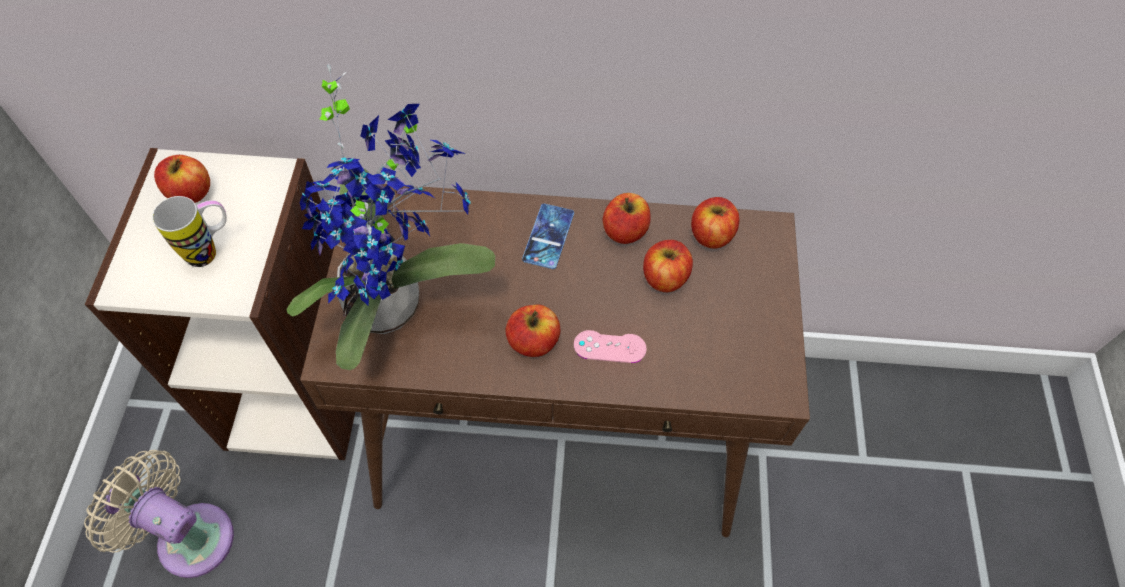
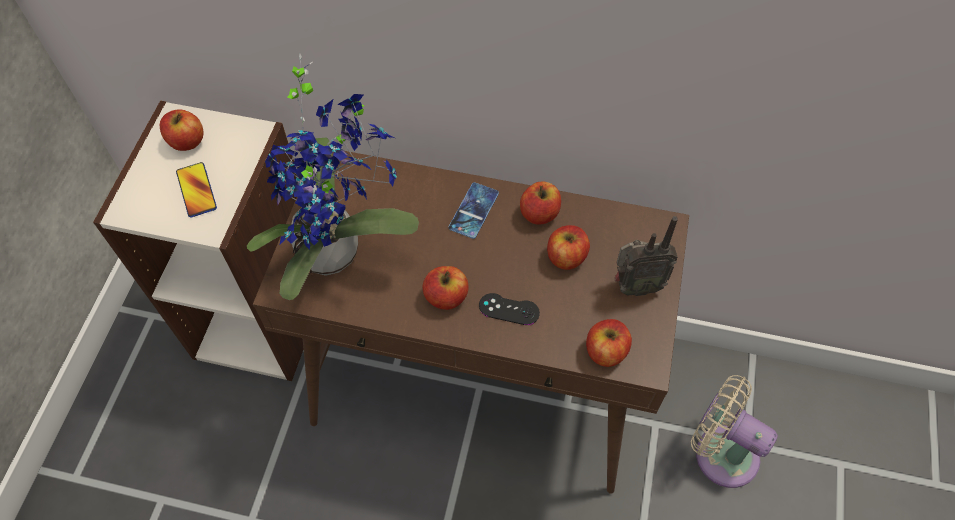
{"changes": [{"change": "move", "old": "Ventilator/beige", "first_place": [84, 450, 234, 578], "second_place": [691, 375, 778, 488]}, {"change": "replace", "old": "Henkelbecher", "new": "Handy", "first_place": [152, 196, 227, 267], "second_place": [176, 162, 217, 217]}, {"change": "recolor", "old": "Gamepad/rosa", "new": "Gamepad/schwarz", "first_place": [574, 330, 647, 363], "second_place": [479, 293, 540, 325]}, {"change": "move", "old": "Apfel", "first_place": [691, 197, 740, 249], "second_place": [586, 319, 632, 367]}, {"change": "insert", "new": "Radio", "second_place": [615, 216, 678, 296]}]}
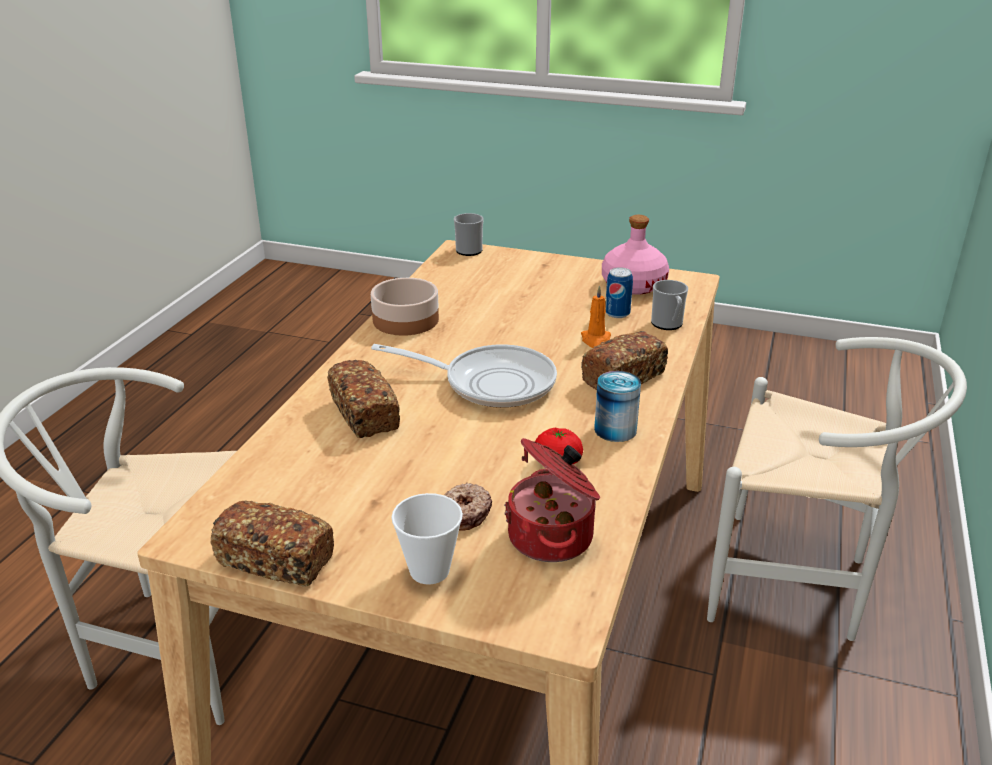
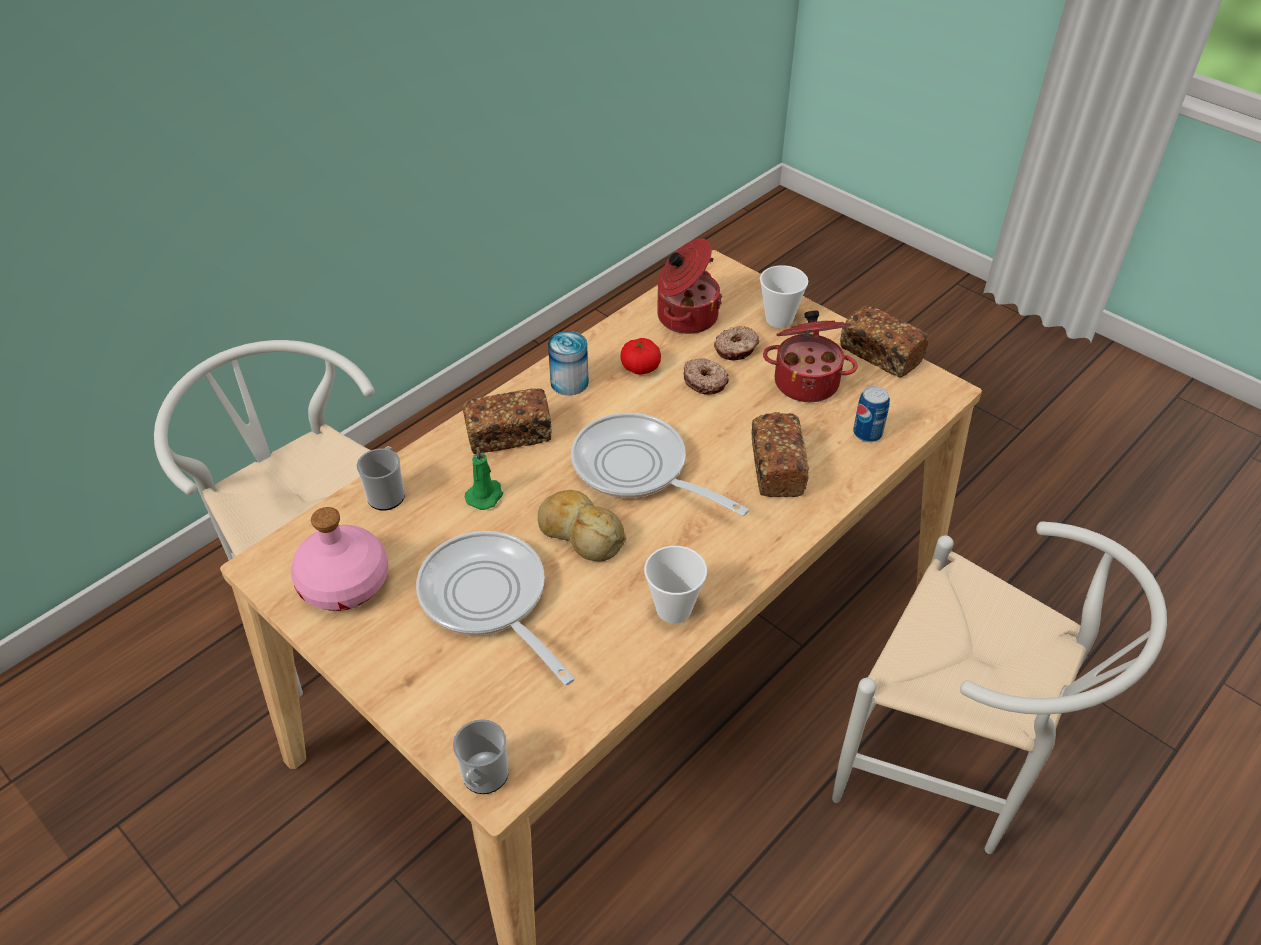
{"changes": [{"change": "replace", "old": "Schüssel", "new": "Tasse", "first_place": [371, 278, 439, 336], "second_place": [644, 546, 707, 624]}, {"change": "recolor", "old": "Kerze/orange", "new": "Kerze/grün", "first_place": [581, 285, 611, 348], "second_place": [464, 448, 503, 510]}, {"change": "move", "old": "Dose", "first_place": [605, 267, 633, 318], "second_place": [853, 386, 890, 442]}, {"change": "insert", "new": "Pfanne", "second_place": [416, 531, 575, 685]}, {"change": "insert", "new": "Brot", "second_place": [538, 490, 626, 561]}, {"change": "insert", "new": "Donut", "second_place": [683, 358, 729, 395]}, {"change": "insert", "new": "Kochtopf", "second_place": [763, 311, 858, 402]}]}
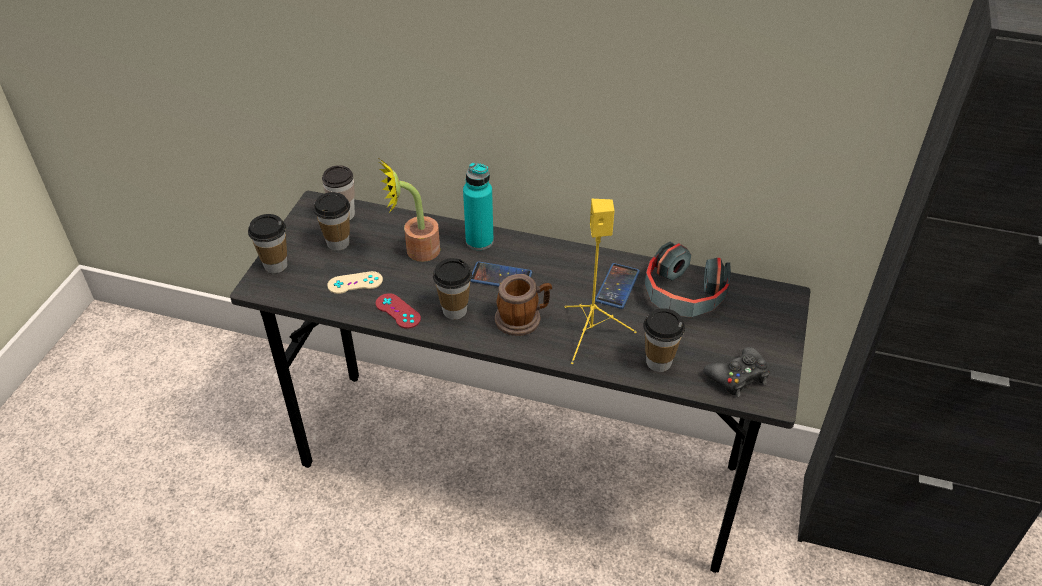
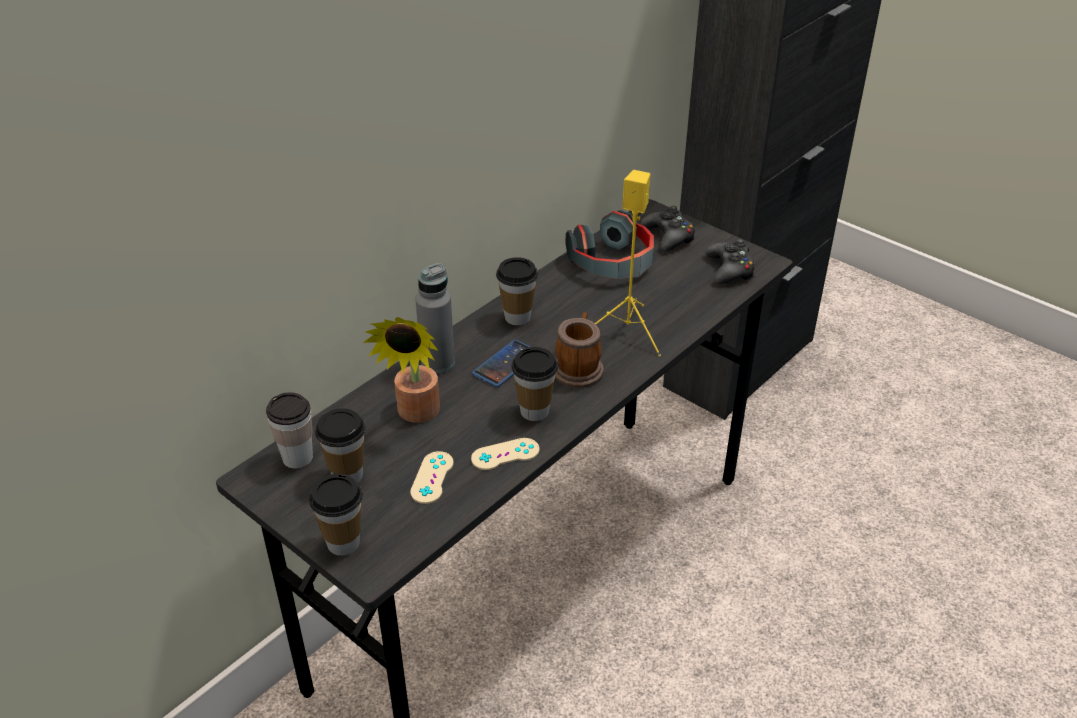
{"changes": [{"change": "recolor", "old": "Gamepad/rot", "new": "Gamepad/beige", "first_place": [376, 293, 421, 329], "second_place": [471, 438, 539, 470]}, {"change": "recolor", "old": "Flasche/türkis", "new": "Flasche/grau", "first_place": [463, 162, 494, 250], "second_place": [415, 263, 455, 373]}, {"change": "delete", "old": "Handy", "first_place": [595, 263, 640, 309]}, {"change": "move", "old": "Tasse", "first_place": [643, 308, 685, 372], "second_place": [496, 257, 538, 325]}, {"change": "insert", "new": "Gamepad/schwarz", "second_place": [641, 206, 695, 251]}]}
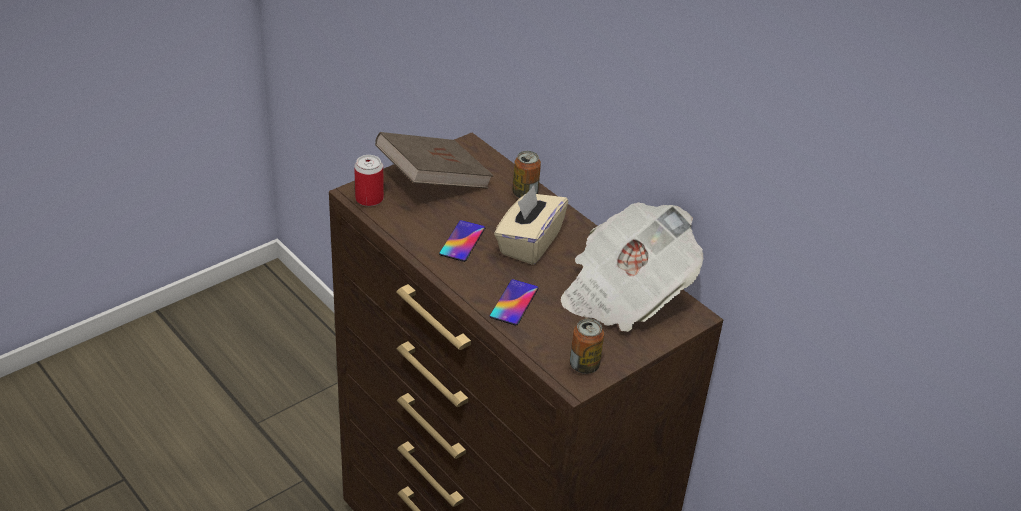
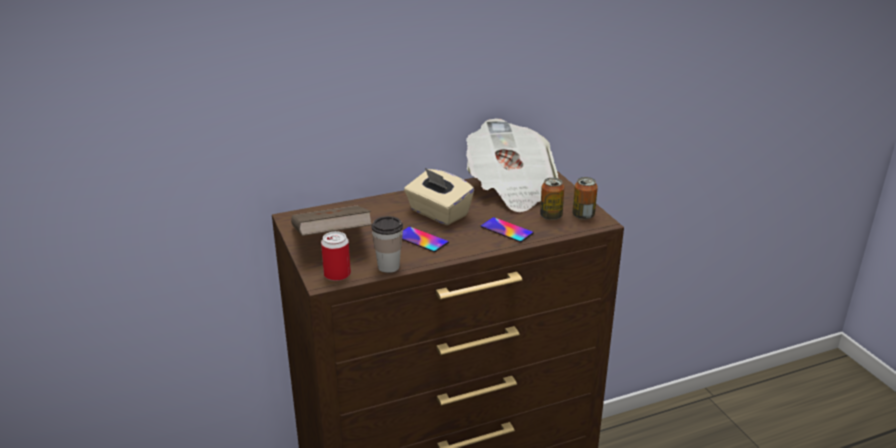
{"changes": [{"change": "move", "old": "Dose", "first_place": [513, 151, 541, 198], "second_place": [540, 178, 564, 220]}, {"change": "insert", "new": "Tasse", "second_place": [371, 216, 403, 273]}]}
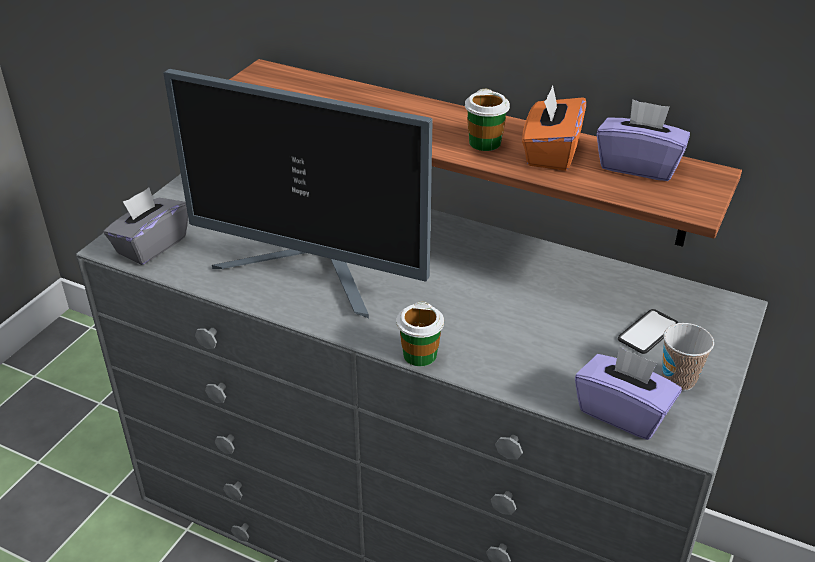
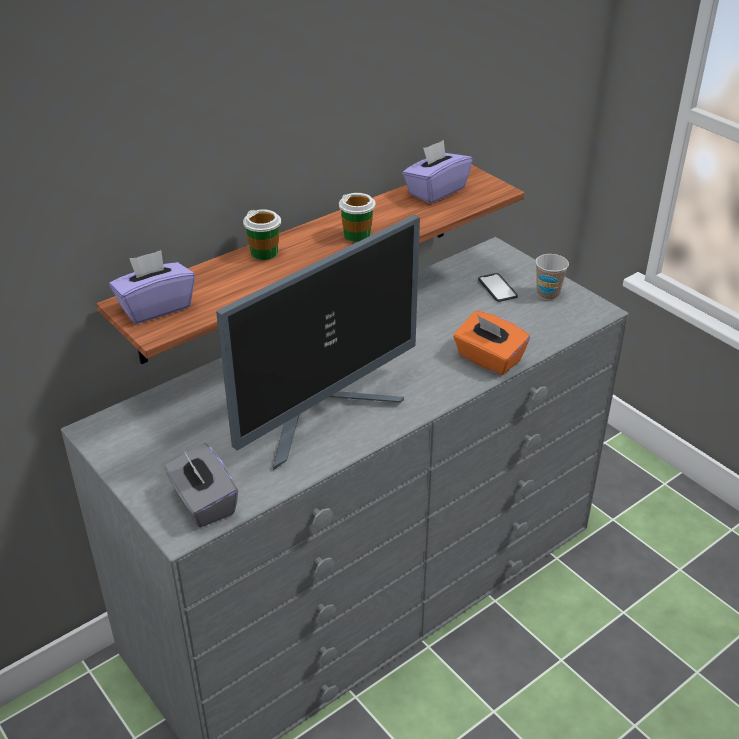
{"changes": [{"change": "move", "old": "Tasse", "first_place": [397, 302, 444, 366], "second_place": [243, 209, 281, 260]}, {"change": "move", "old": "Taschentuchbox/orange", "first_place": [522, 85, 586, 171], "second_place": [453, 311, 530, 375]}, {"change": "move", "old": "Taschentuchbox/lila", "first_place": [575, 346, 682, 440], "second_place": [109, 250, 195, 324]}]}
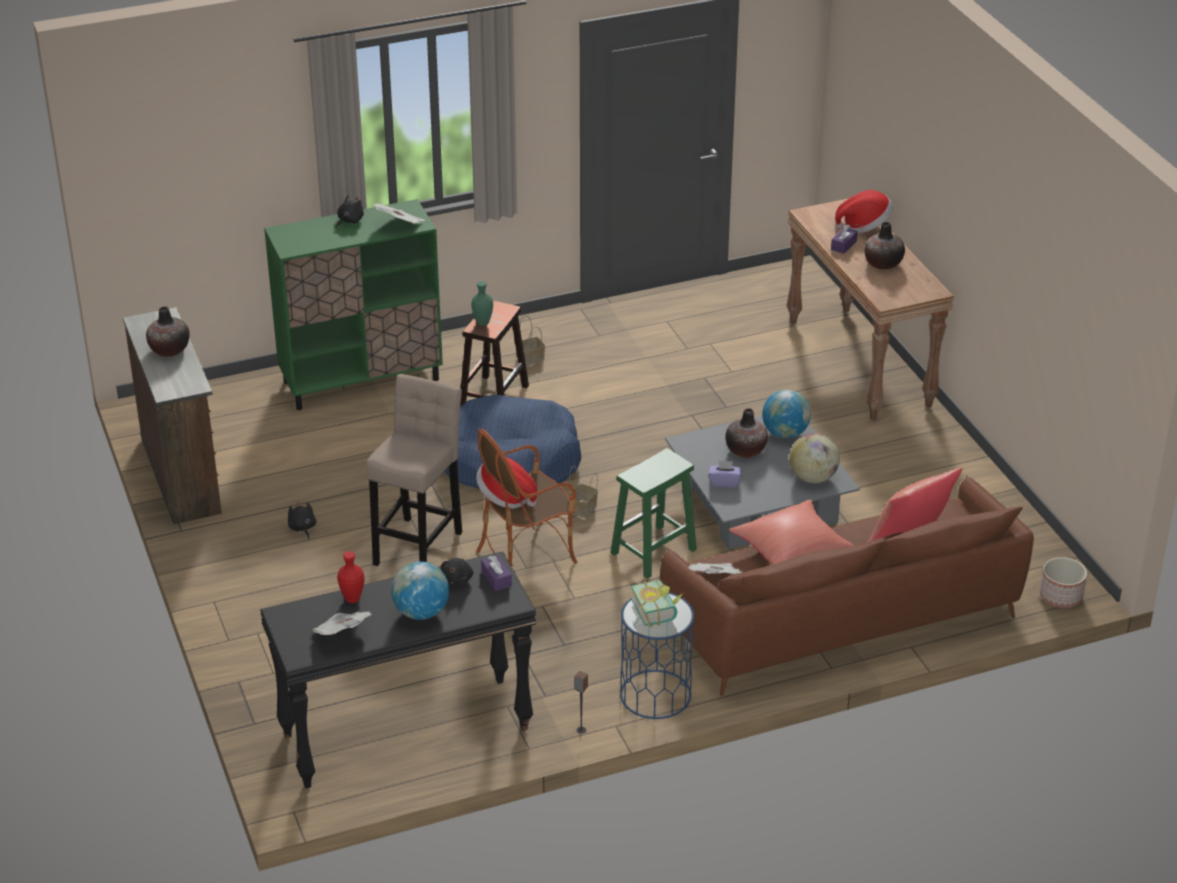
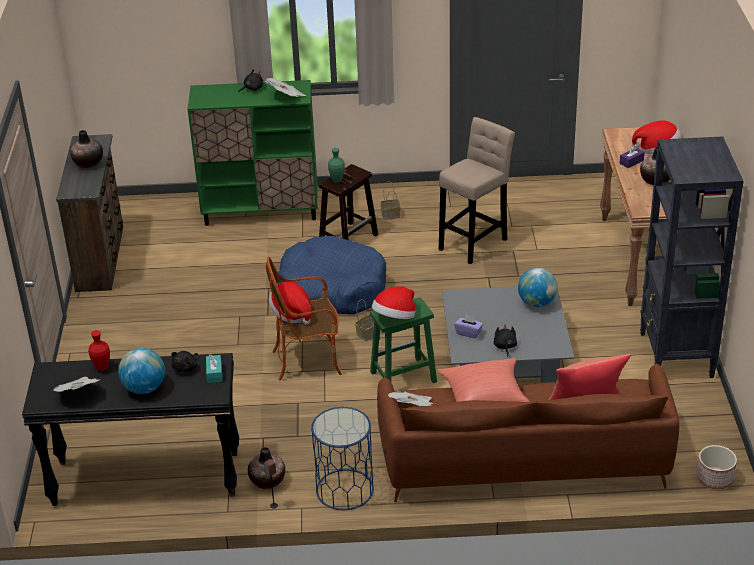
{"changes": [{"change": "move", "old": "Plüschtier/schwarz", "first_place": [288, 502, 316, 540], "second_place": [494, 325, 517, 357]}, {"change": "move", "old": "Hocker/beige", "first_place": [367, 374, 462, 566], "second_place": [439, 117, 515, 264]}, {"change": "recolor", "old": "Taschentuchbox/lila", "new": "Taschentuchbox/türkis", "first_place": [481, 555, 512, 591], "second_place": [206, 354, 222, 383]}, {"change": "delete", "old": "Buch", "first_place": [631, 580, 685, 627]}, {"change": "move", "old": "Vase", "first_place": [725, 408, 768, 458], "second_place": [248, 447, 285, 489]}, {"change": "delete", "old": "Globus", "first_place": [789, 433, 840, 483]}, {"change": "insert", "new": "Hut", "second_place": [372, 286, 415, 319]}, {"change": "insert", "new": "Bücherregal/schwarz", "second_place": [640, 136, 744, 378]}]}
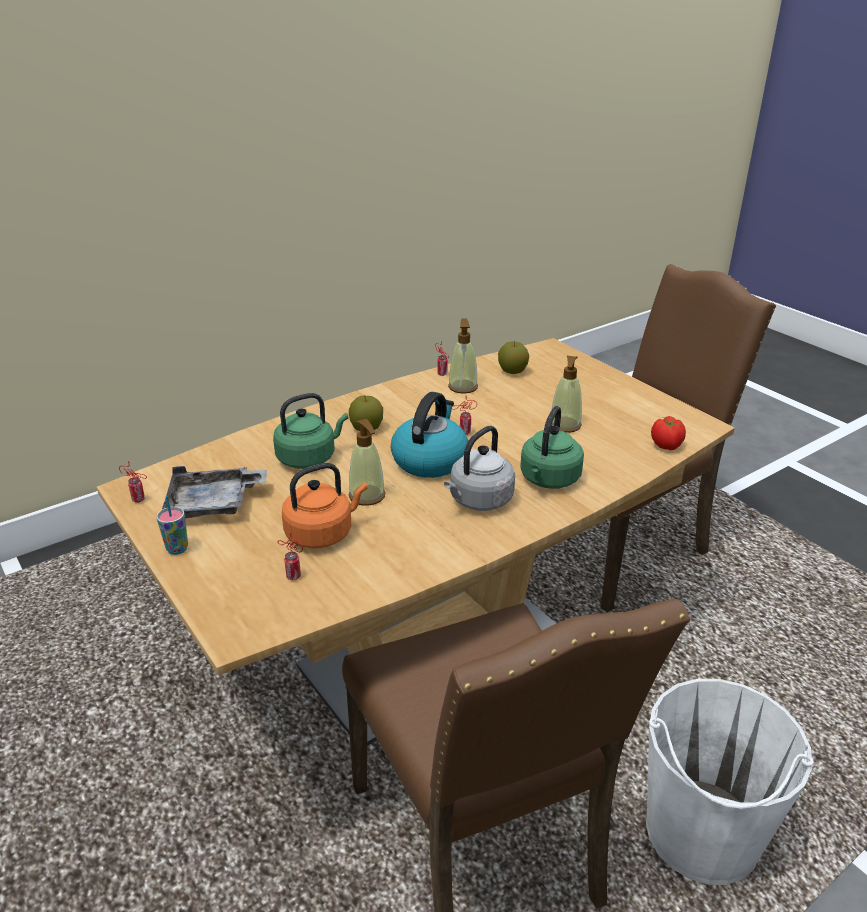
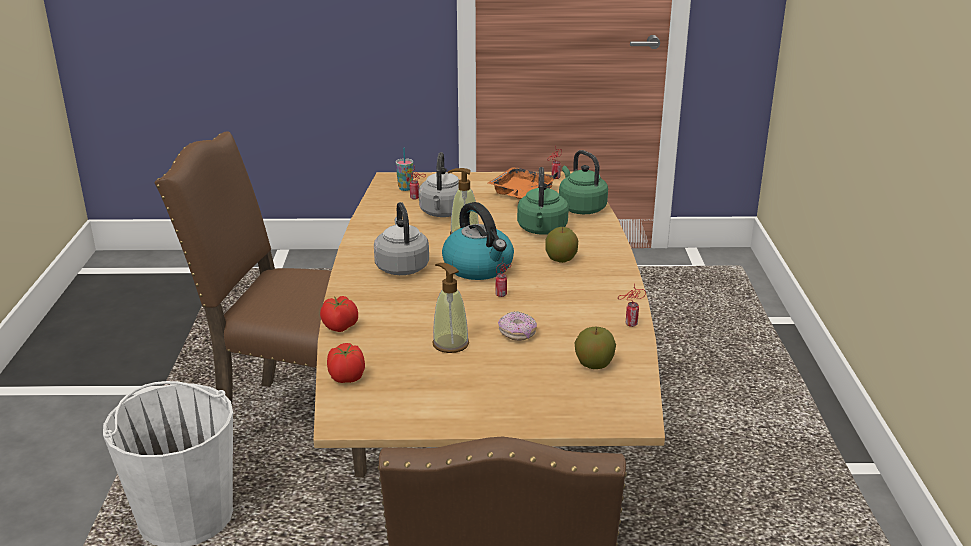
{"changes": [{"change": "move", "old": "Tasse", "first_place": [156, 496, 188, 555], "second_place": [396, 148, 413, 191]}, {"change": "recolor", "old": "Tablett/grau", "new": "Tablett/orange", "first_place": [162, 466, 267, 518], "second_place": [488, 167, 558, 199]}, {"change": "recolor", "old": "Wasserkessel/orange", "new": "Wasserkessel/grau", "first_place": [282, 463, 368, 549], "second_place": [419, 152, 459, 217]}, {"change": "delete", "old": "Seifenspender", "first_place": [448, 318, 478, 394]}, {"change": "move", "old": "Wasserkessel/grün", "first_place": [520, 406, 584, 489], "second_place": [559, 150, 608, 214]}, {"change": "insert", "new": "Tomate", "second_place": [320, 296, 358, 332]}, {"change": "insert", "new": "Donut", "second_place": [498, 311, 537, 341]}]}
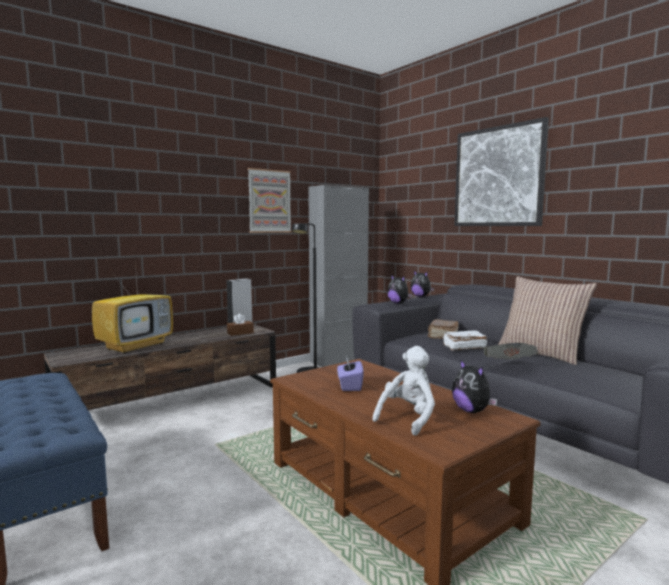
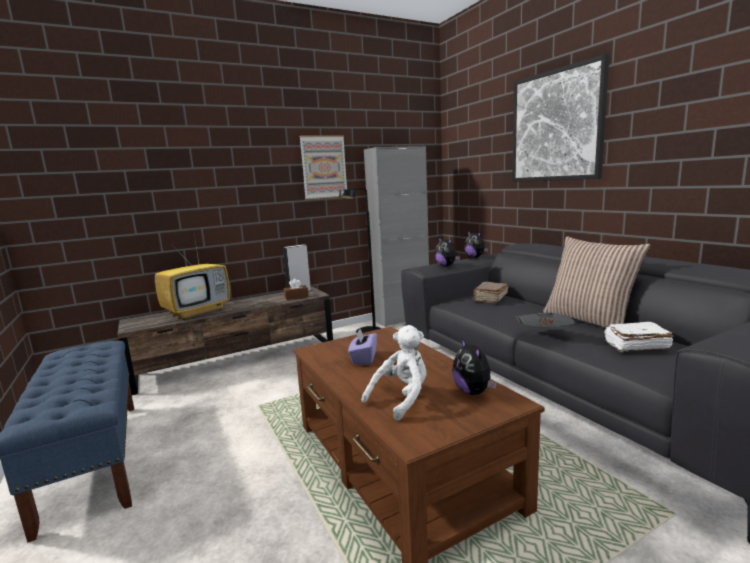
{"changes": [{"change": "move", "old": "Buch/weiß", "first_place": [443, 331, 487, 351], "second_place": [604, 322, 673, 352]}]}
